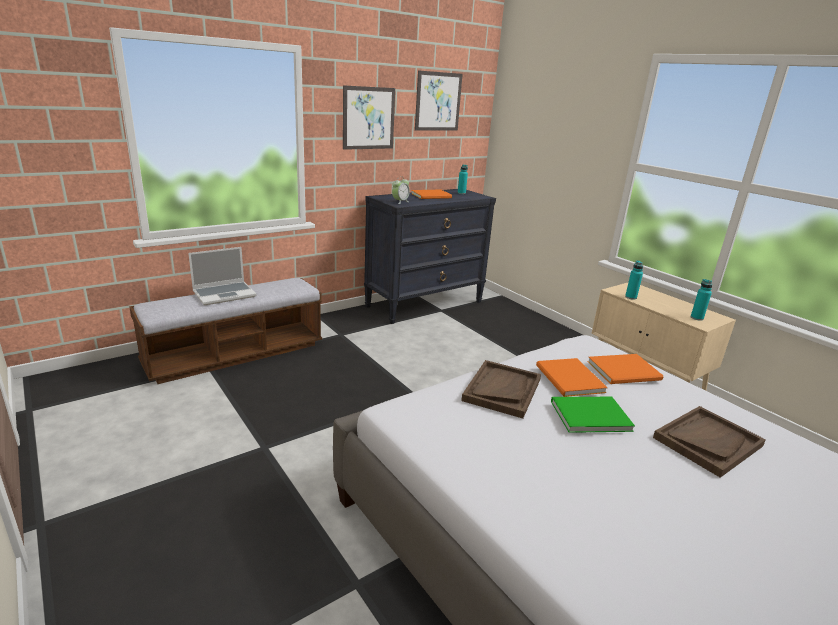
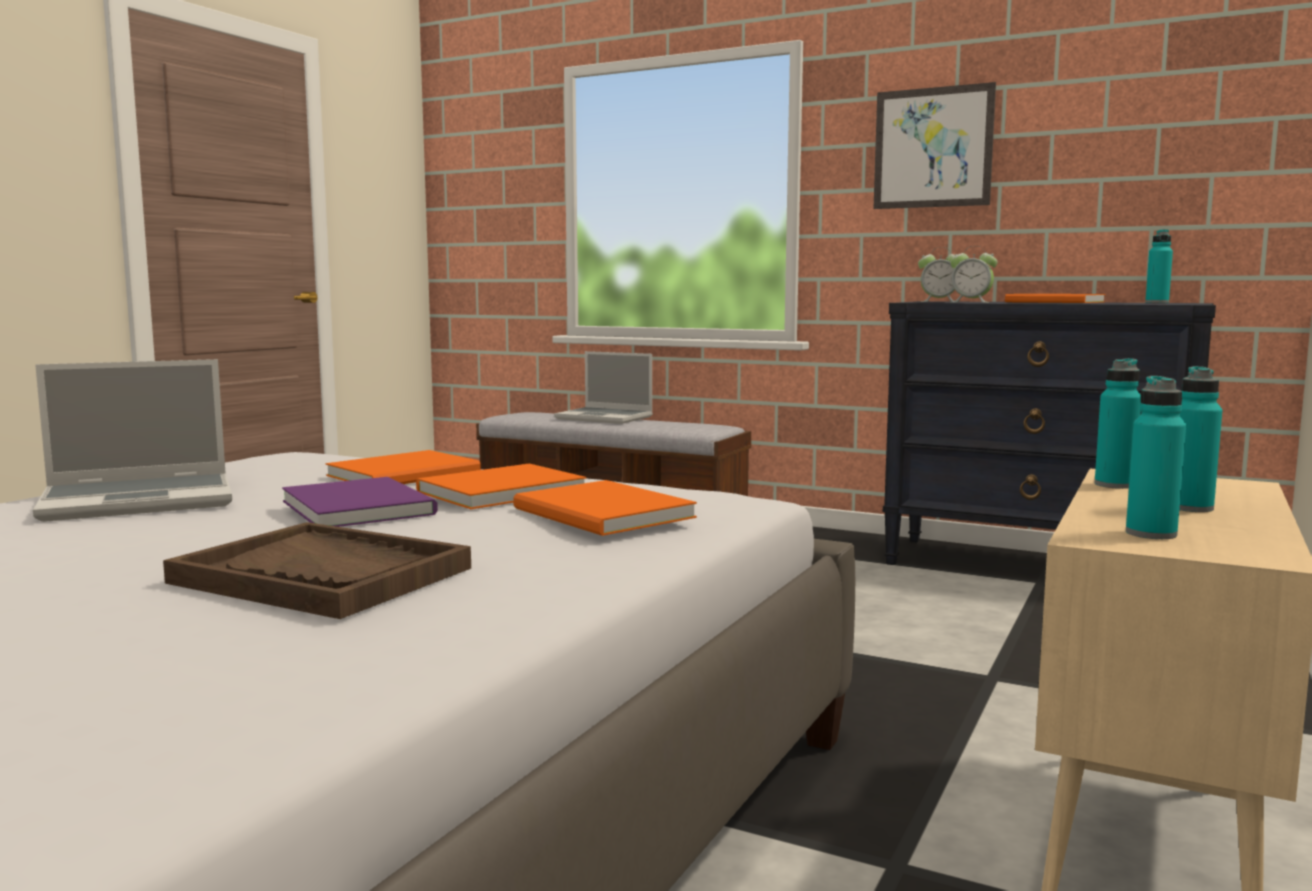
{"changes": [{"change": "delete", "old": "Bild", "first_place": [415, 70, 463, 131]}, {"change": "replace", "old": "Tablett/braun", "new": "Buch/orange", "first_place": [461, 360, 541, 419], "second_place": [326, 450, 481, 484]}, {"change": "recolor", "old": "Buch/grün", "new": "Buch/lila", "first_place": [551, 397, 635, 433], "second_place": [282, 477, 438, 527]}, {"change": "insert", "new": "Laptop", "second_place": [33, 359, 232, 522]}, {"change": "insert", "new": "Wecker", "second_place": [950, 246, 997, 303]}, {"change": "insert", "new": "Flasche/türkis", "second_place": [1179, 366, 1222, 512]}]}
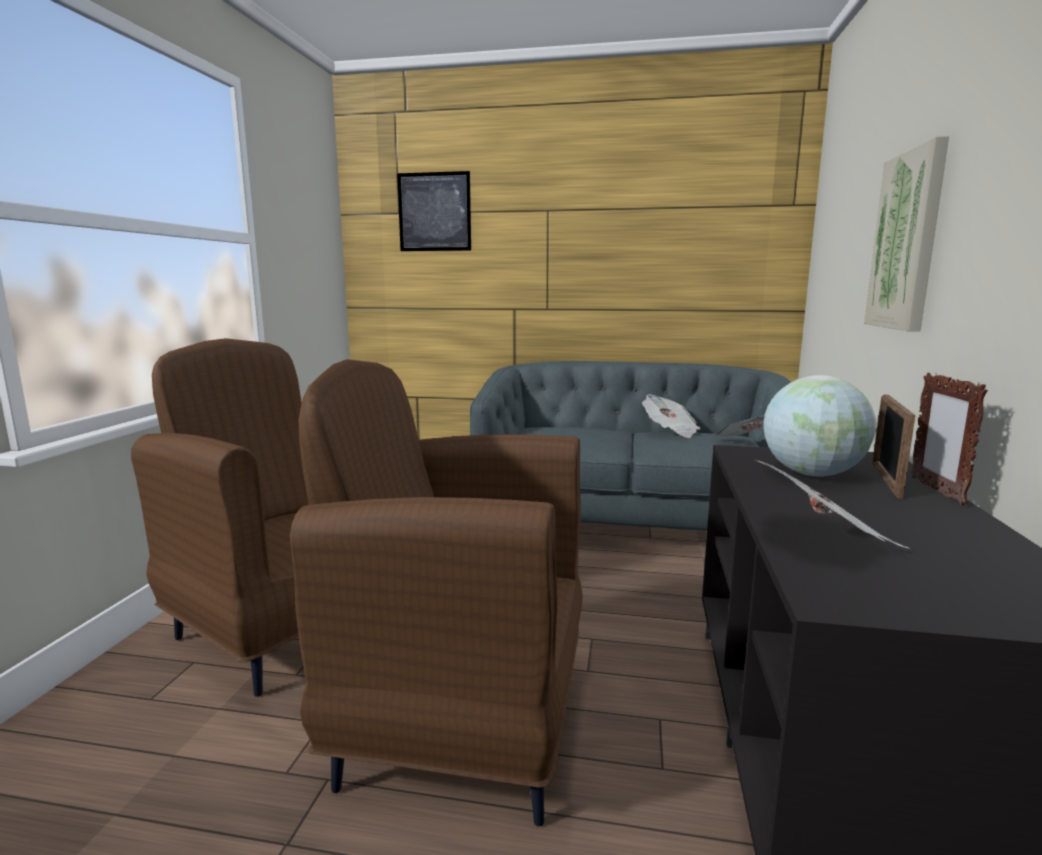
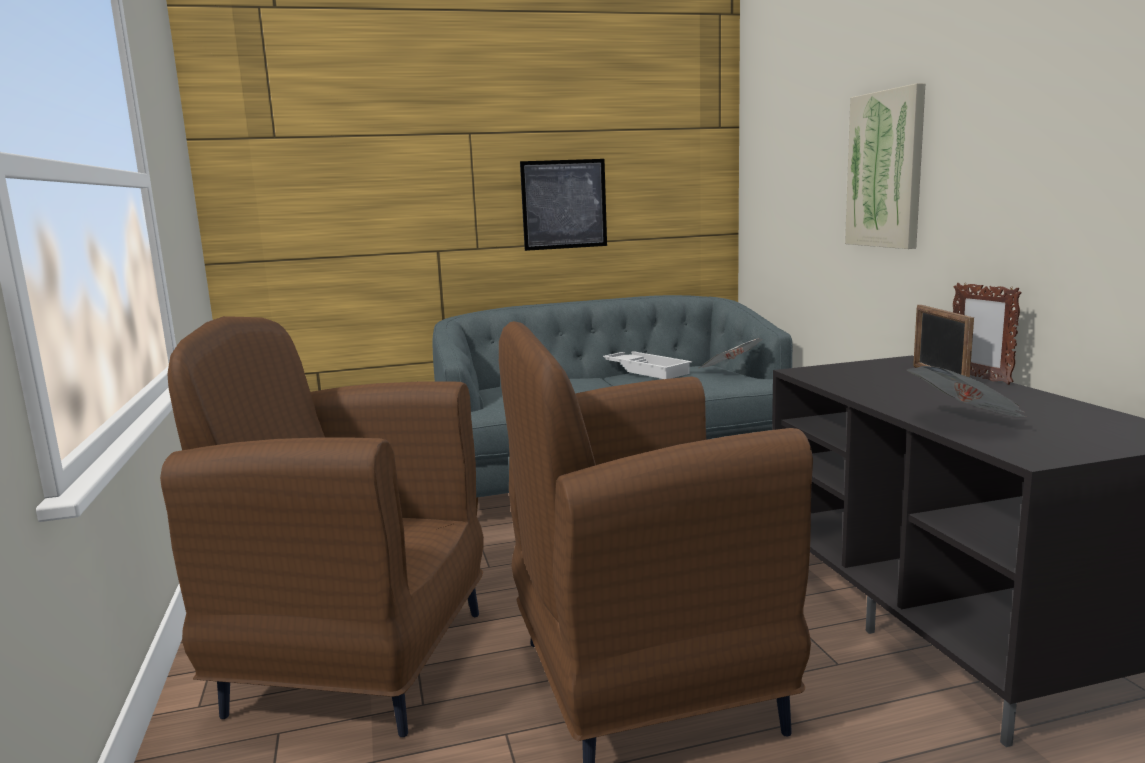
{"changes": [{"change": "move", "old": "Bild", "first_place": [397, 171, 471, 251], "second_place": [520, 159, 607, 251]}, {"change": "replace", "old": "Zeitung", "new": "Tablett/weiß", "first_place": [642, 394, 700, 438], "second_place": [603, 351, 692, 379]}, {"change": "delete", "old": "Globus", "first_place": [764, 375, 876, 477]}]}
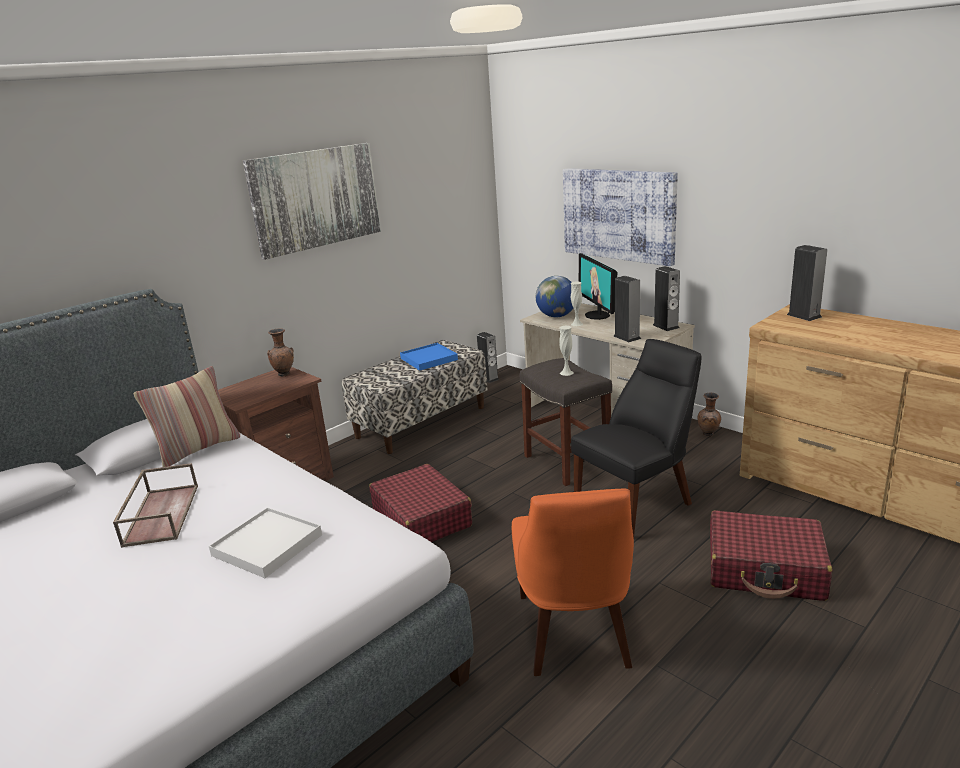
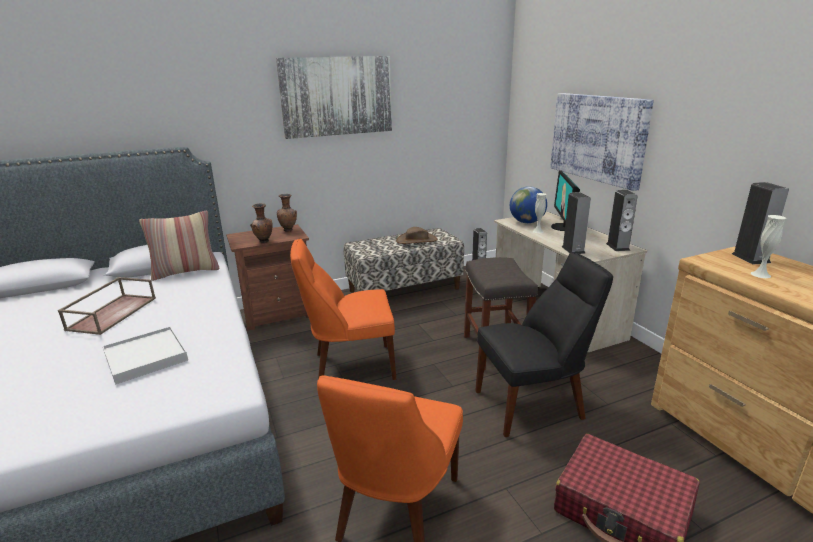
{"changes": [{"change": "replace", "old": "Koffer/rot", "new": "Stuhl/orange", "first_place": [369, 464, 472, 542], "second_place": [290, 239, 396, 380]}, {"change": "replace", "old": "Tablett/blau", "new": "Hut/braun", "first_place": [400, 343, 458, 371], "second_place": [396, 227, 438, 244]}, {"change": "move", "old": "Vase/weiß", "first_place": [559, 326, 574, 376], "second_place": [751, 215, 786, 278]}, {"change": "move", "old": "Vase/braun", "first_place": [698, 393, 721, 437], "second_place": [250, 203, 272, 243]}]}
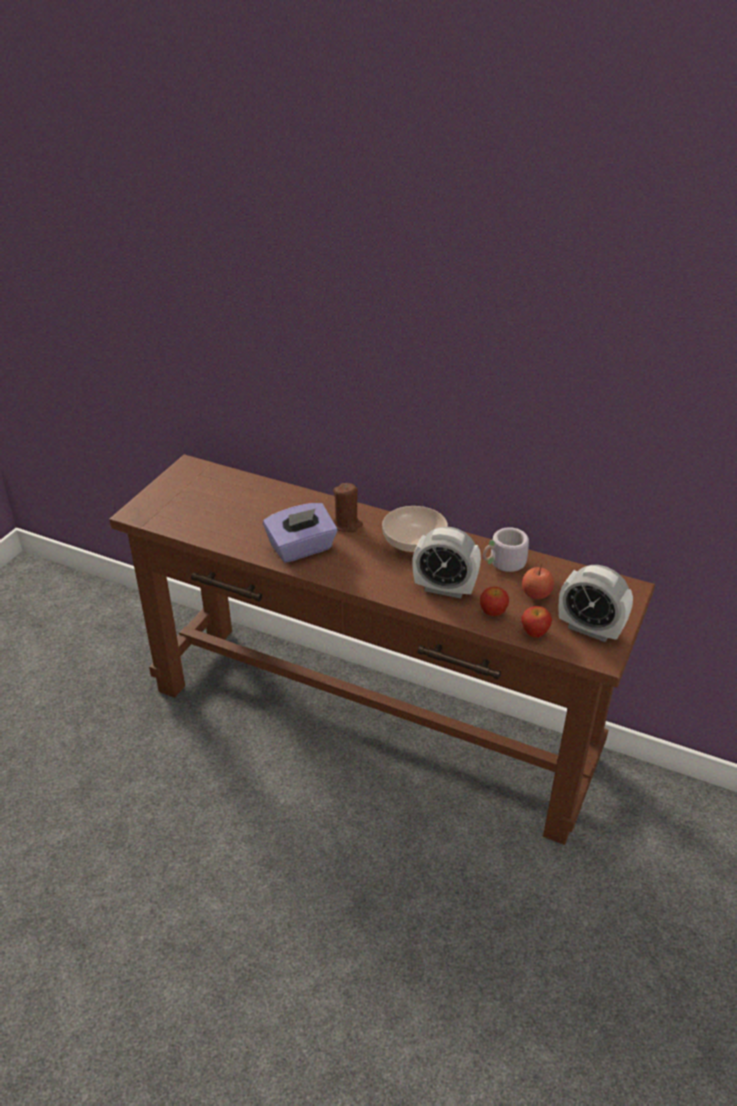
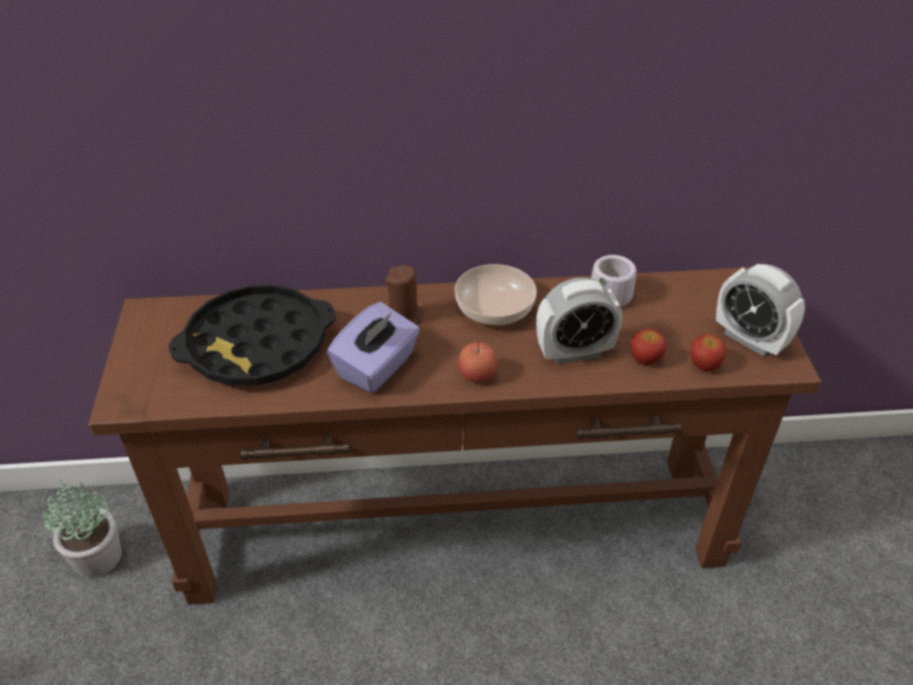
{"changes": [{"change": "move", "old": "Apfel", "first_place": [522, 564, 554, 599], "second_place": [458, 339, 498, 383]}, {"change": "rotate", "old": "Wecker", "first_place": [558, 565, 633, 642], "second_place": [716, 264, 805, 356], "degrees": 45}, {"change": "insert", "new": "Topfpflanze", "second_place": [43, 480, 122, 578]}, {"change": "insert", "new": "Tablett/schwarz", "second_place": [169, 285, 336, 386]}]}
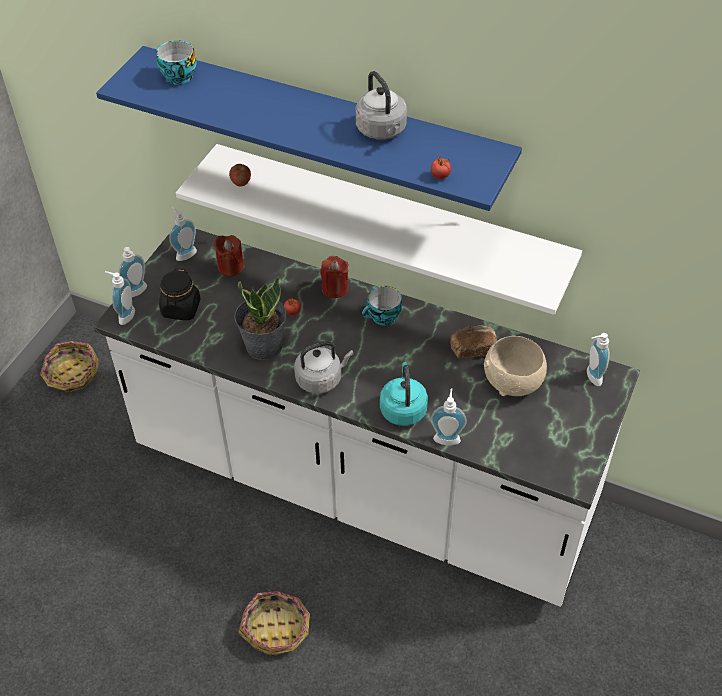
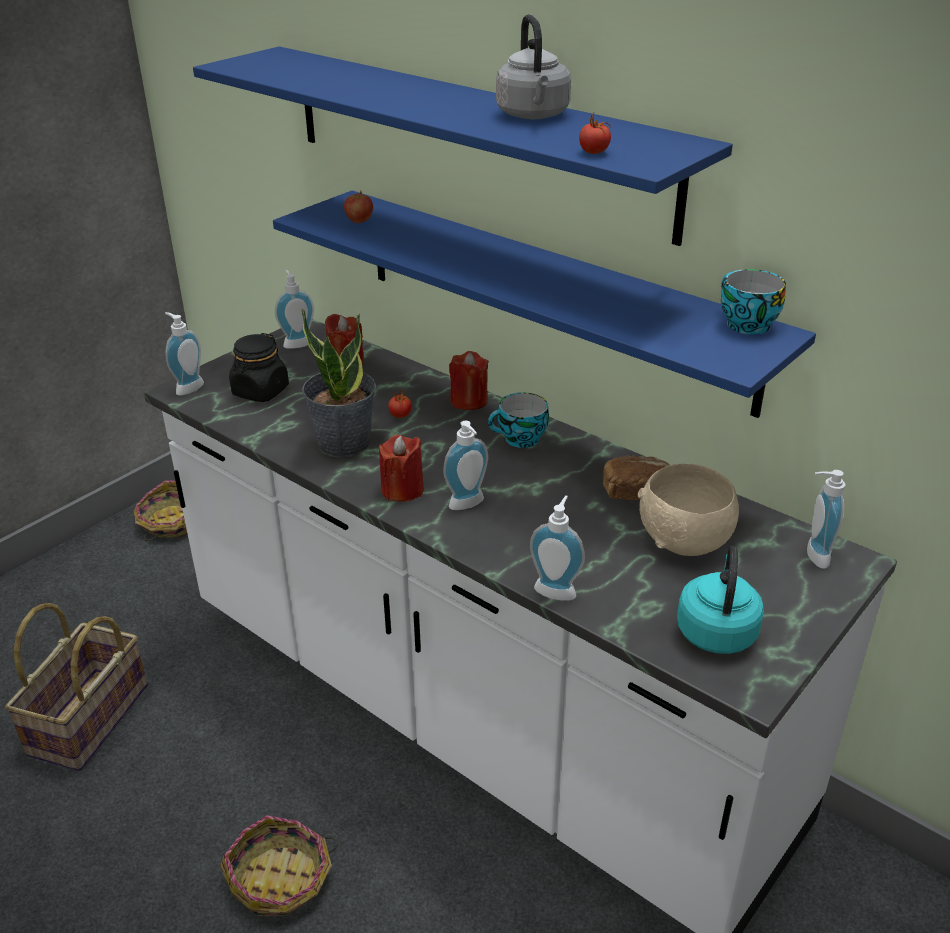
{"changes": [{"change": "move", "old": "Seifenspender", "first_place": [119, 247, 147, 297], "second_place": [443, 421, 488, 510]}, {"change": "move", "old": "Tasse", "first_place": [156, 40, 197, 85], "second_place": [721, 269, 786, 334]}, {"change": "recolor", "old": "Wandregal/weiß", "new": "Wandregal/blau", "first_place": [176, 144, 582, 315], "second_place": [273, 190, 816, 418]}, {"change": "replace", "old": "Wasserkessel/grau", "new": "Kerze/rot", "first_place": [294, 341, 354, 394], "second_place": [379, 435, 424, 502]}, {"change": "move", "old": "Wasserkessel/türkis", "first_place": [380, 362, 428, 426], "second_place": [677, 545, 764, 654]}, {"change": "insert", "new": "Korb", "second_place": [5, 603, 148, 771]}]}
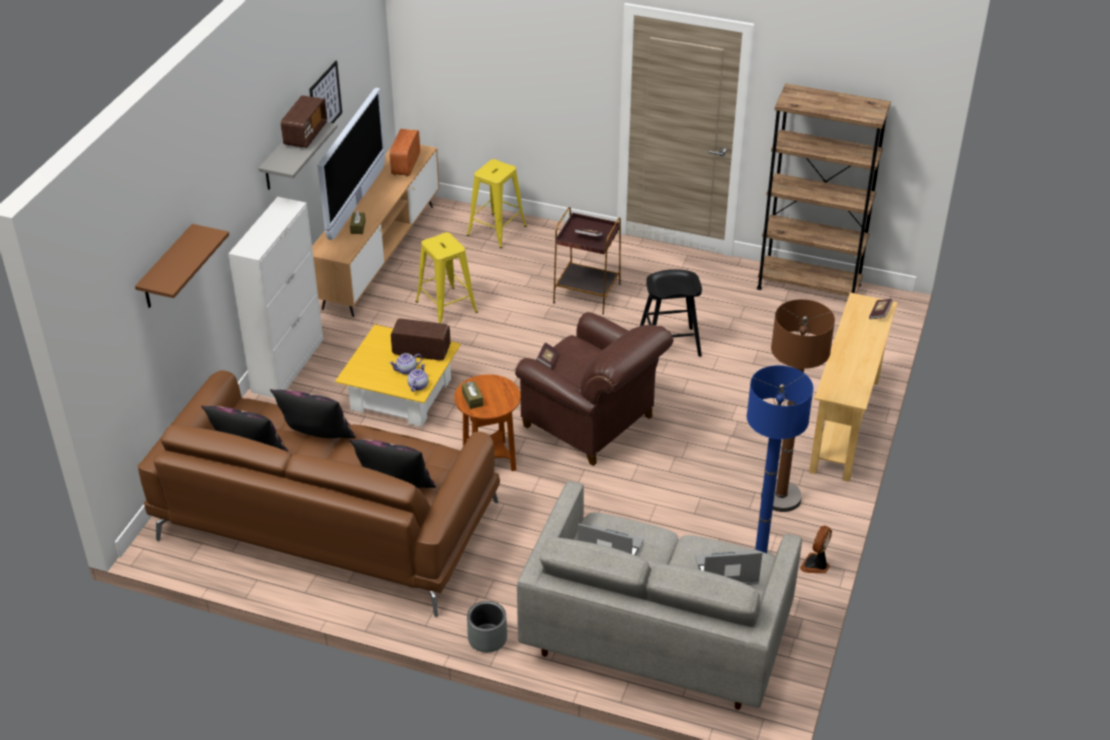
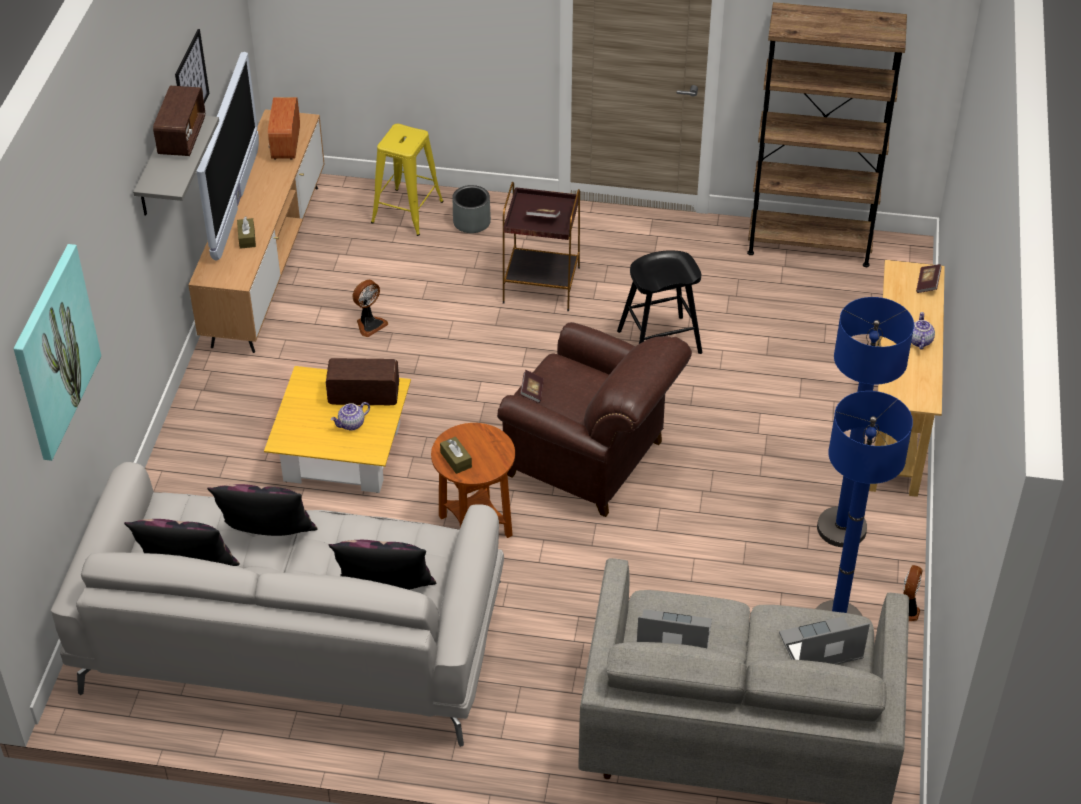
{"changes": [{"change": "replace", "old": "Wandregal/braun", "new": "Bild", "first_place": [135, 224, 229, 308], "second_place": [13, 244, 101, 461]}, {"change": "recolor", "old": "Sofa/braun", "new": "Sofa/grau", "first_place": [138, 370, 500, 617], "second_place": [51, 462, 504, 747]}, {"change": "delete", "old": "Schrank/weiß", "first_place": [228, 197, 323, 398]}, {"change": "move", "old": "Teekanne", "first_place": [407, 364, 429, 392], "second_place": [911, 312, 935, 350]}, {"change": "replace", "old": "Hocker/gelb", "new": "Ventilator", "first_place": [415, 232, 478, 323], "second_place": [353, 280, 388, 337]}, {"change": "move", "old": "Pflanzkübel/grau", "first_place": [467, 601, 507, 653], "second_place": [452, 185, 491, 233]}, {"change": "recolor", "old": "Stehlampe/braun", "new": "Stehlampe/blau", "first_place": [761, 299, 835, 512], "second_place": [817, 297, 914, 547]}]}
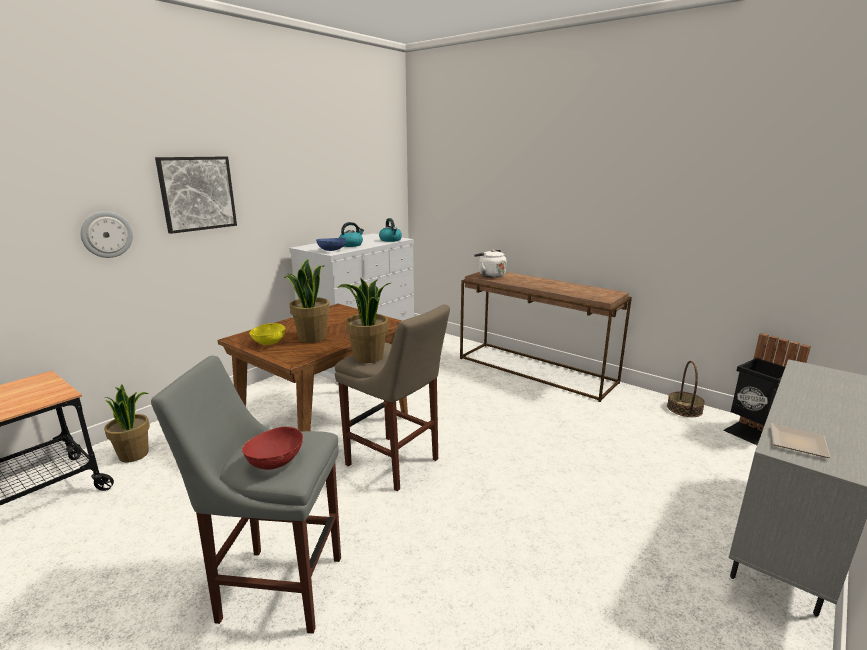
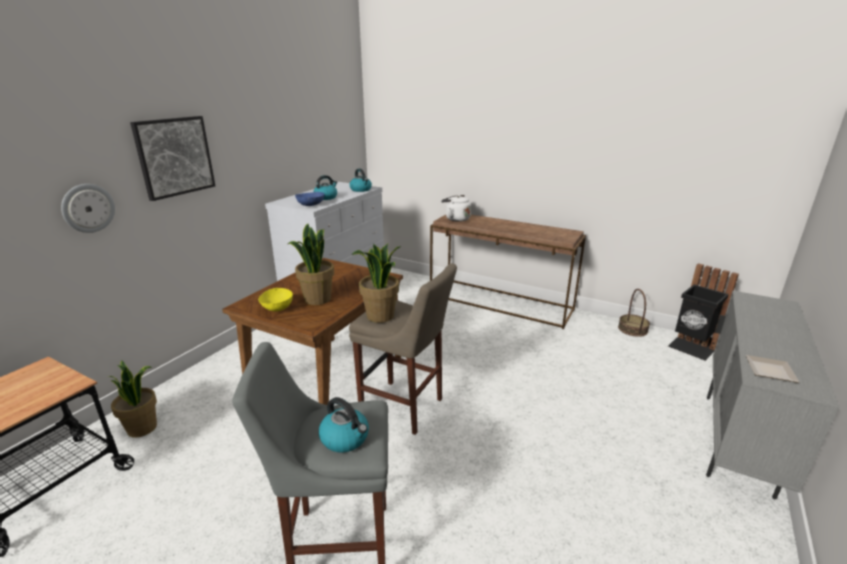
{"changes": [{"change": "replace", "old": "Schüssel/rot", "new": "Wasserkessel", "first_place": [242, 427, 303, 470], "second_place": [319, 397, 369, 452]}]}
